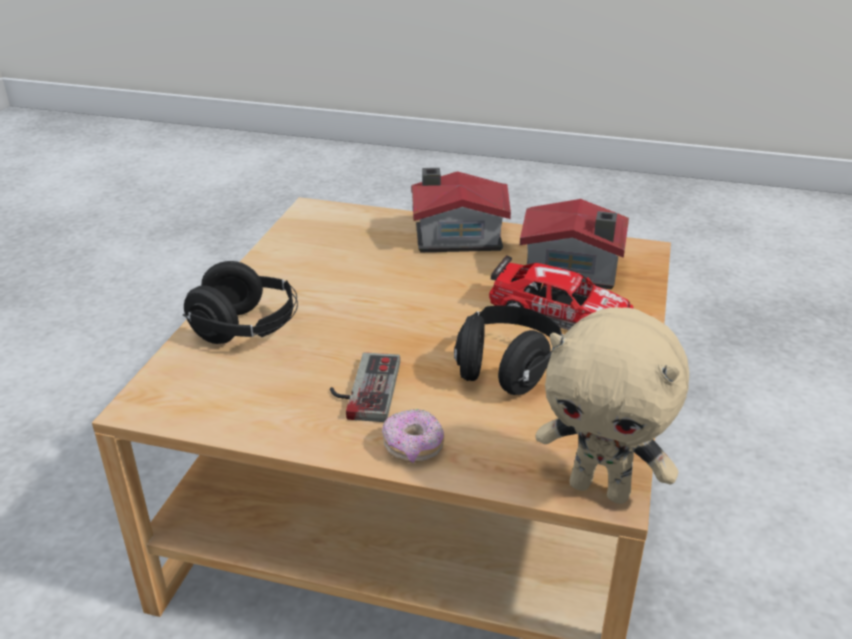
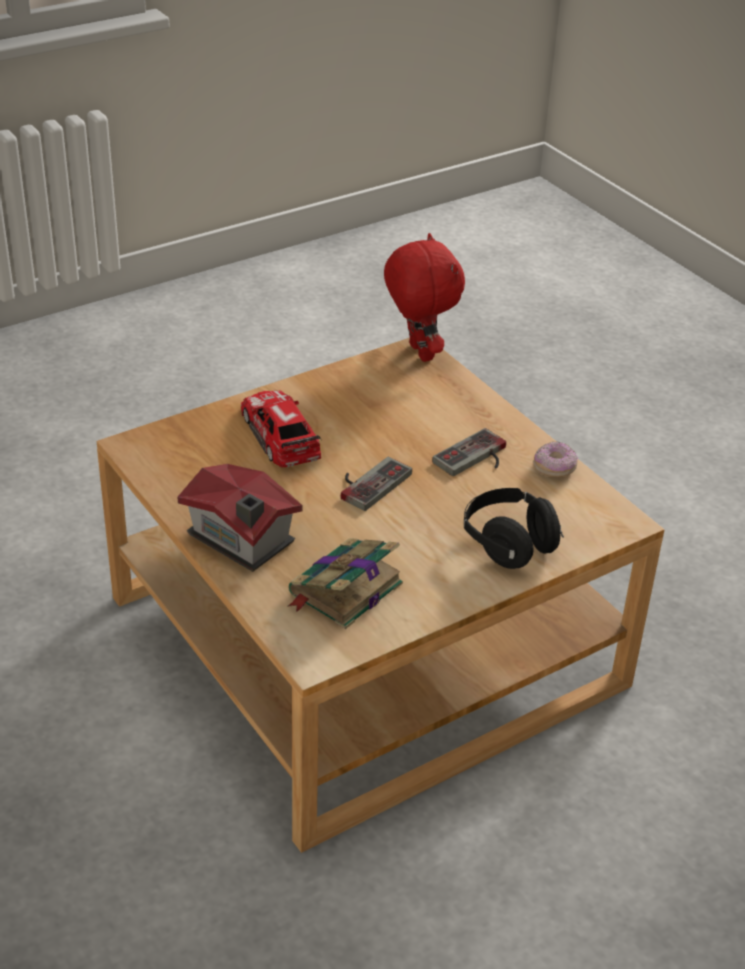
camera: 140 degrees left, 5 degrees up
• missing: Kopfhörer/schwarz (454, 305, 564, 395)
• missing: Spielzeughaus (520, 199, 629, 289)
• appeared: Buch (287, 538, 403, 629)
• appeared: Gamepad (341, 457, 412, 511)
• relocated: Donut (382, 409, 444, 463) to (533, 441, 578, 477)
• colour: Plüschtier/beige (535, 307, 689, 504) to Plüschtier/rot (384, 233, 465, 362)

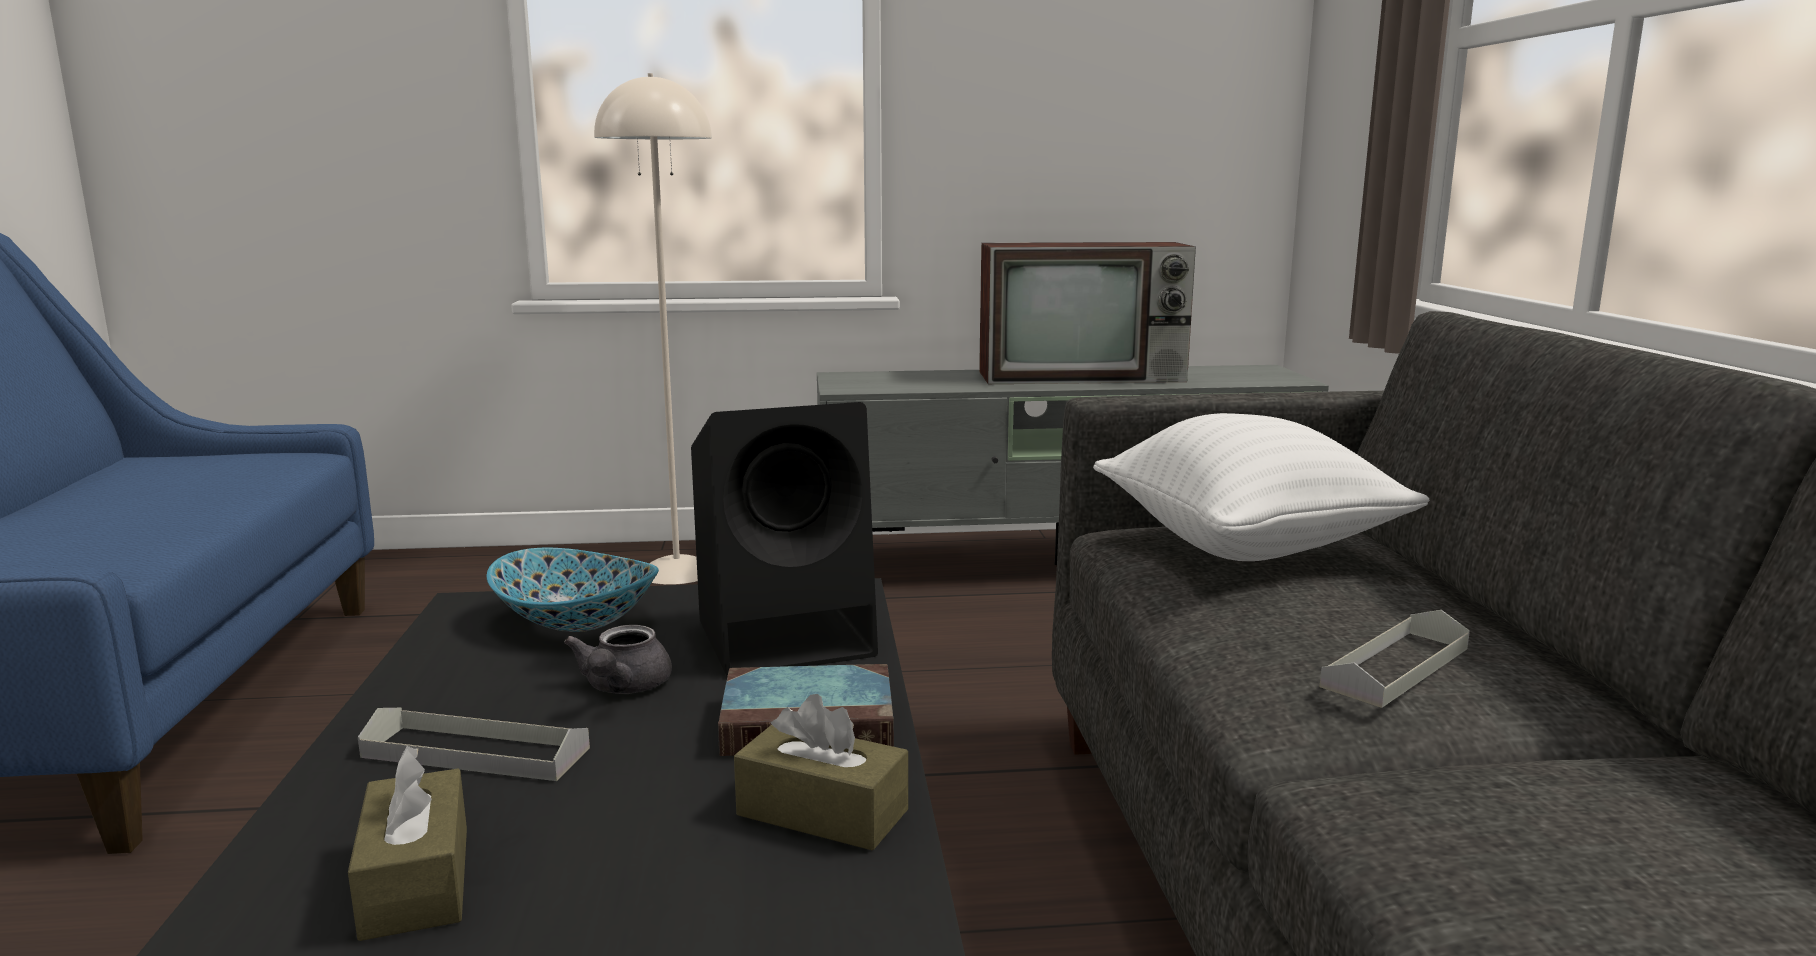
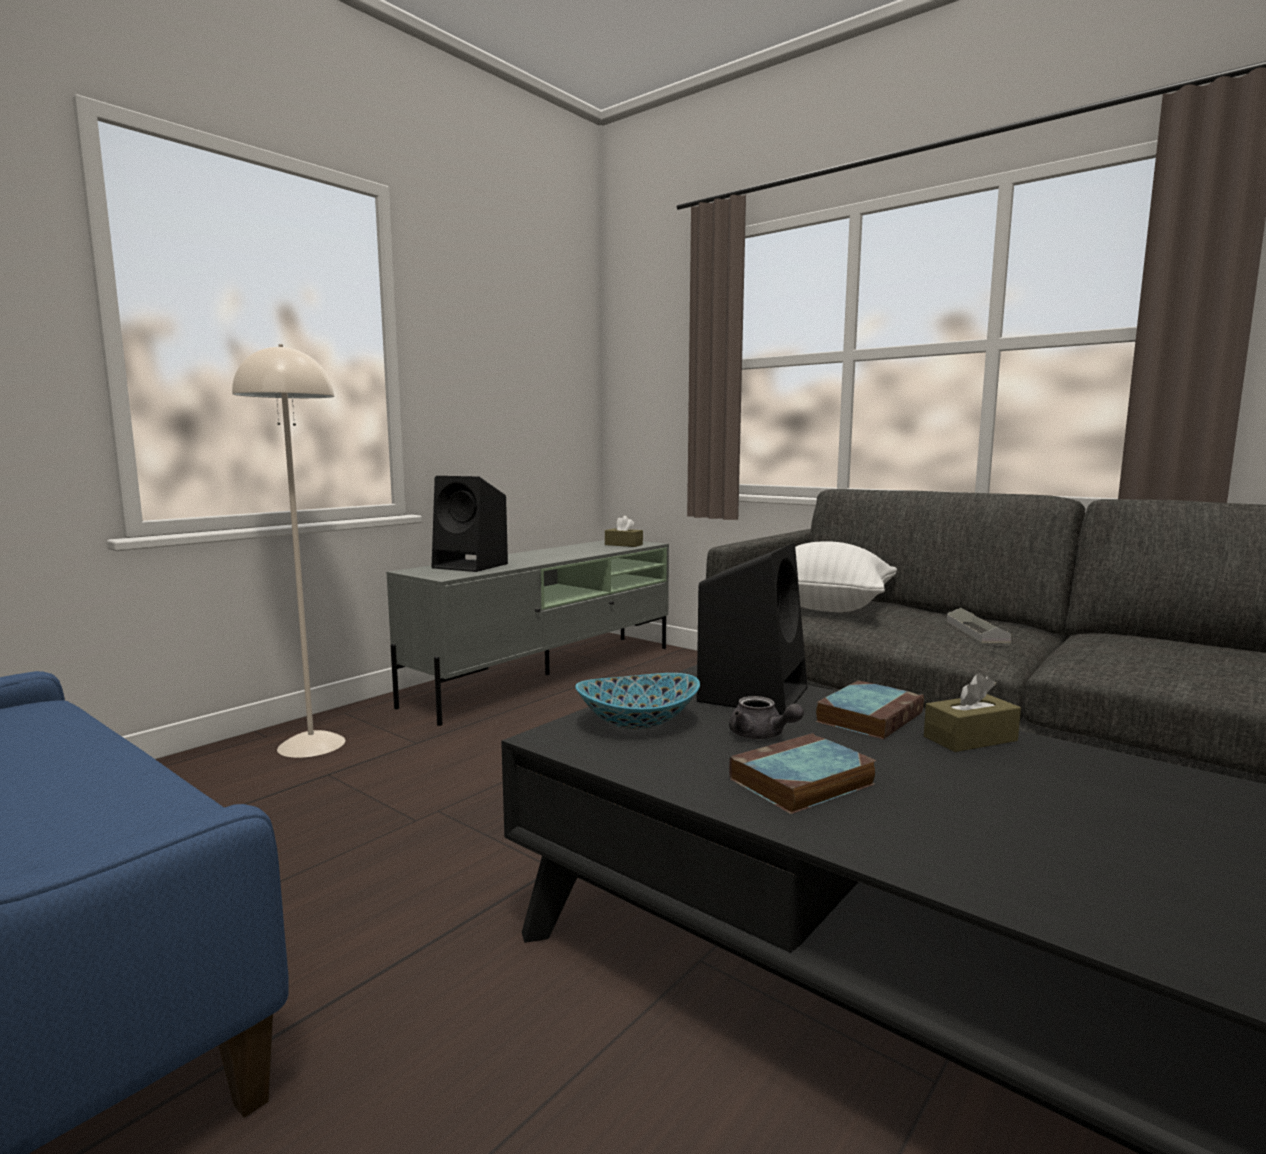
camera: 45 degrees left, 5 degrees down
• missing: Fernseher (979, 242, 1196, 384)
• appeared: Lautsprecher/schwarz (432, 476, 508, 572)
• relocated: Taschentuchbox/braun (348, 746, 467, 941) to (605, 516, 643, 547)
• exchanged: Tablett/grau (358, 708, 590, 781) to Buch (729, 733, 877, 814)

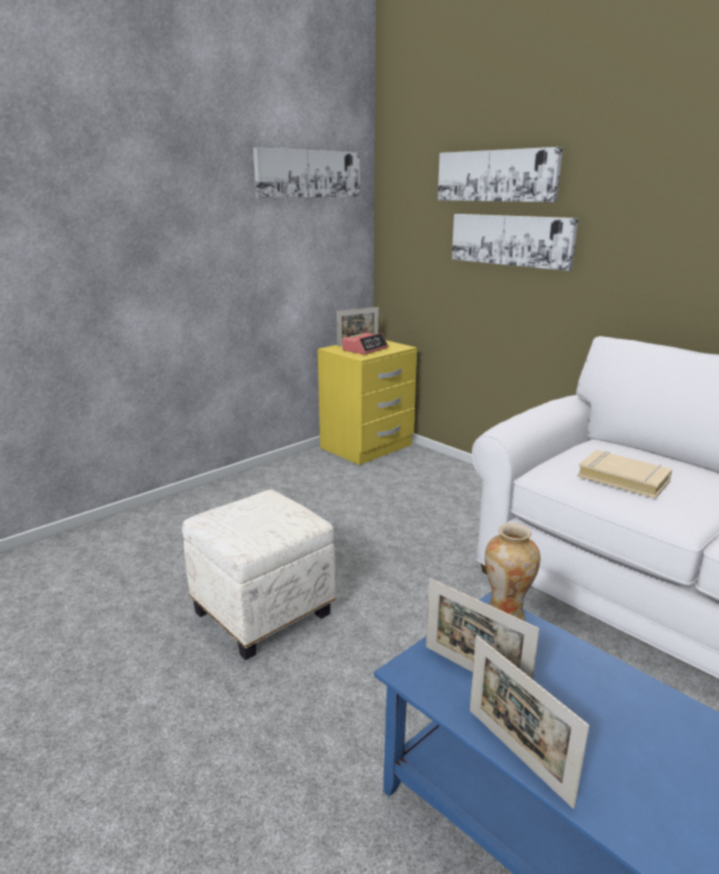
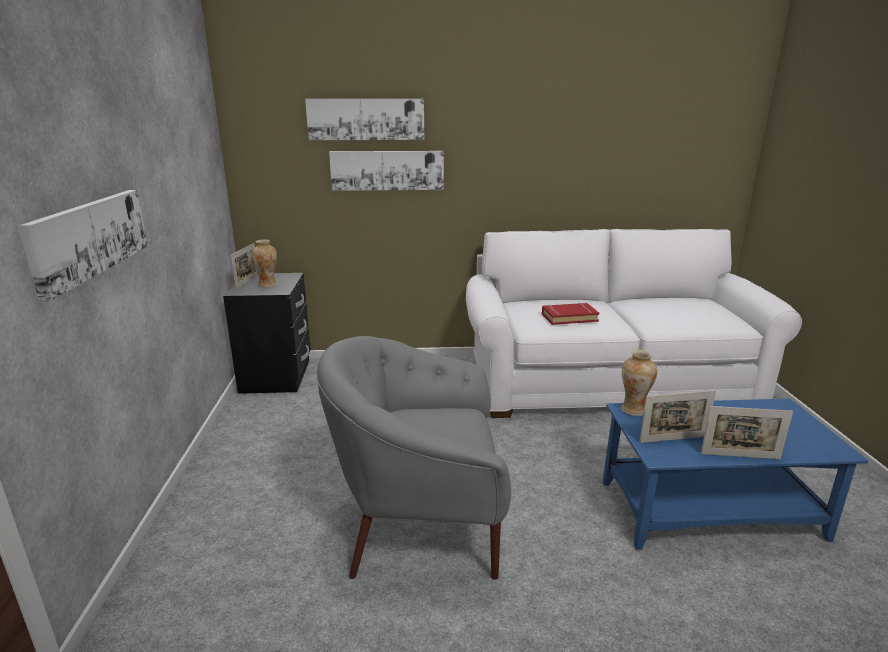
camera: 50 degrees left, 0 degrees up
• relocated: Bild (253, 147, 360, 198) to (18, 190, 148, 302)
• exchanged: Polsterhocker/weiß (182, 490, 335, 660) to Sessel/grau (317, 336, 511, 580)
• exchanged: Wecker (342, 333, 388, 355) to Vase (252, 240, 277, 288)
• colour: Nachttisch/gelb (318, 340, 417, 465) to Nachttisch/schwarz (223, 273, 311, 394)
• colour: Buch/beige (577, 450, 672, 499) to Buch/rot (542, 303, 600, 325)

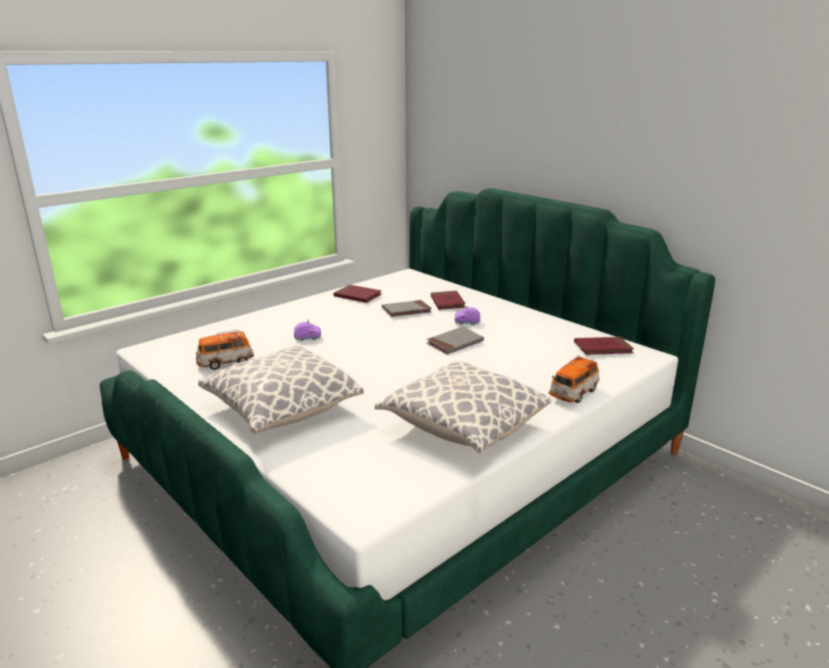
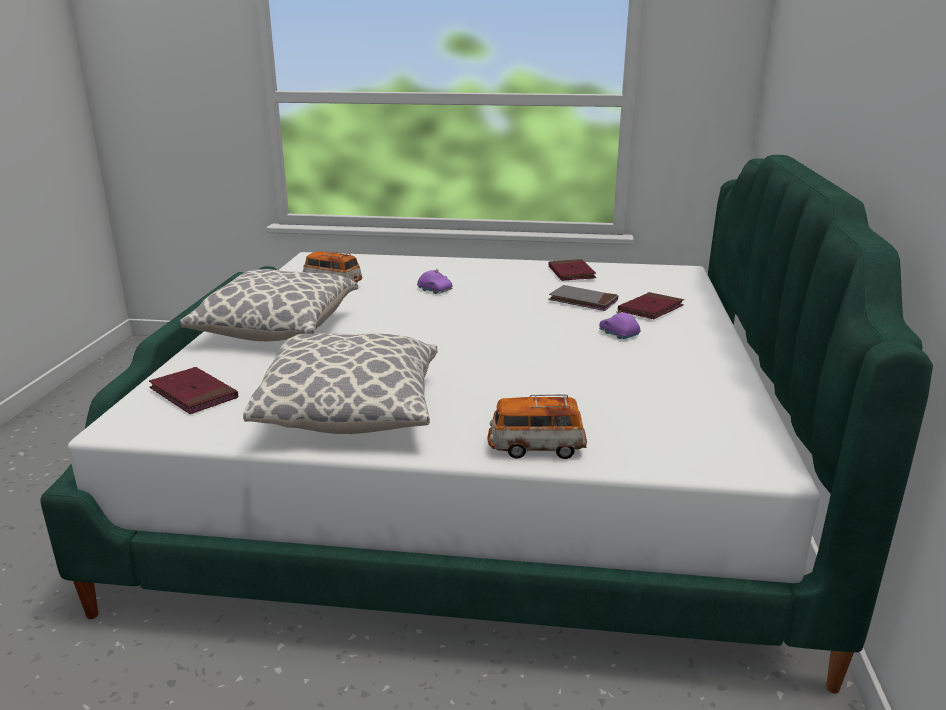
camera: 50 degrees right, 0 degrees up
• missing: Buch/grau (427, 327, 484, 355)
• relocated: Buch/rot (574, 336, 634, 355) to (149, 367, 238, 414)

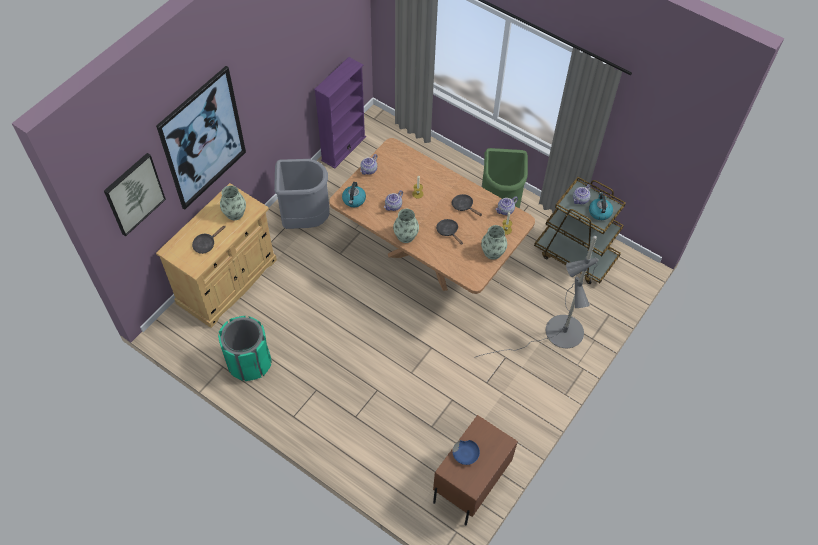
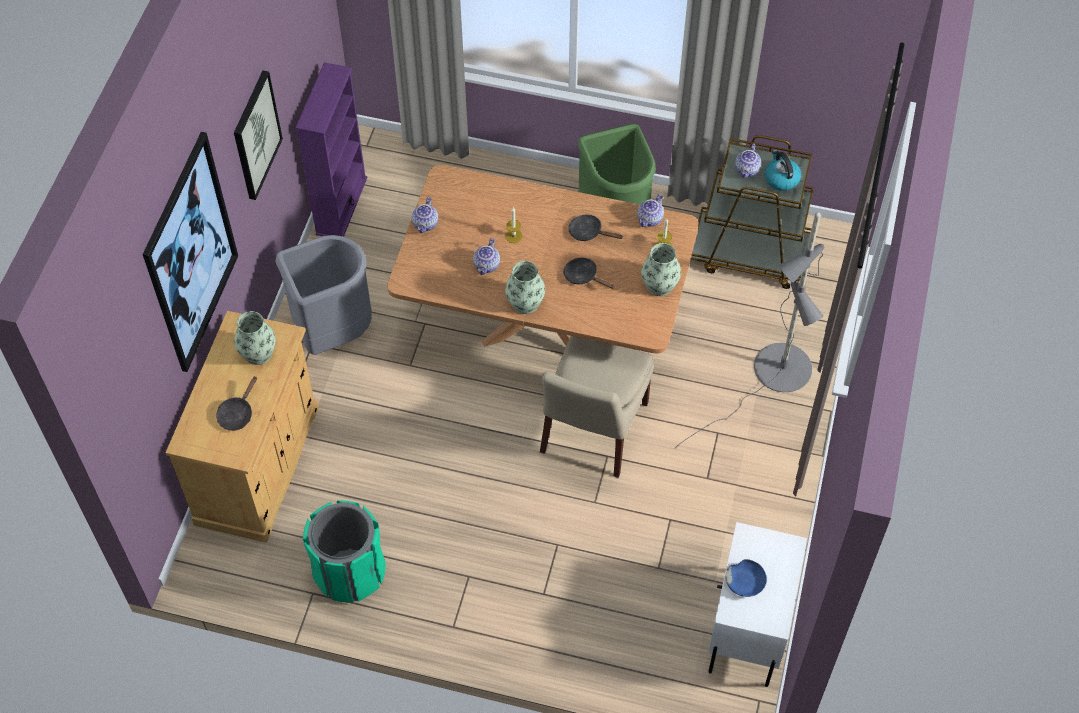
camera: 20 degrees left, 0 degrees up
• missing: Wasserkessel (342, 182, 366, 207)
• appeared: Stuhl/beige (540, 336, 654, 478)
• relocated: Bild (104, 153, 166, 236) to (234, 71, 283, 200)
• colour: Nachttisch/braun (433, 415, 518, 526) to Nachttisch/weiß (708, 522, 807, 687)

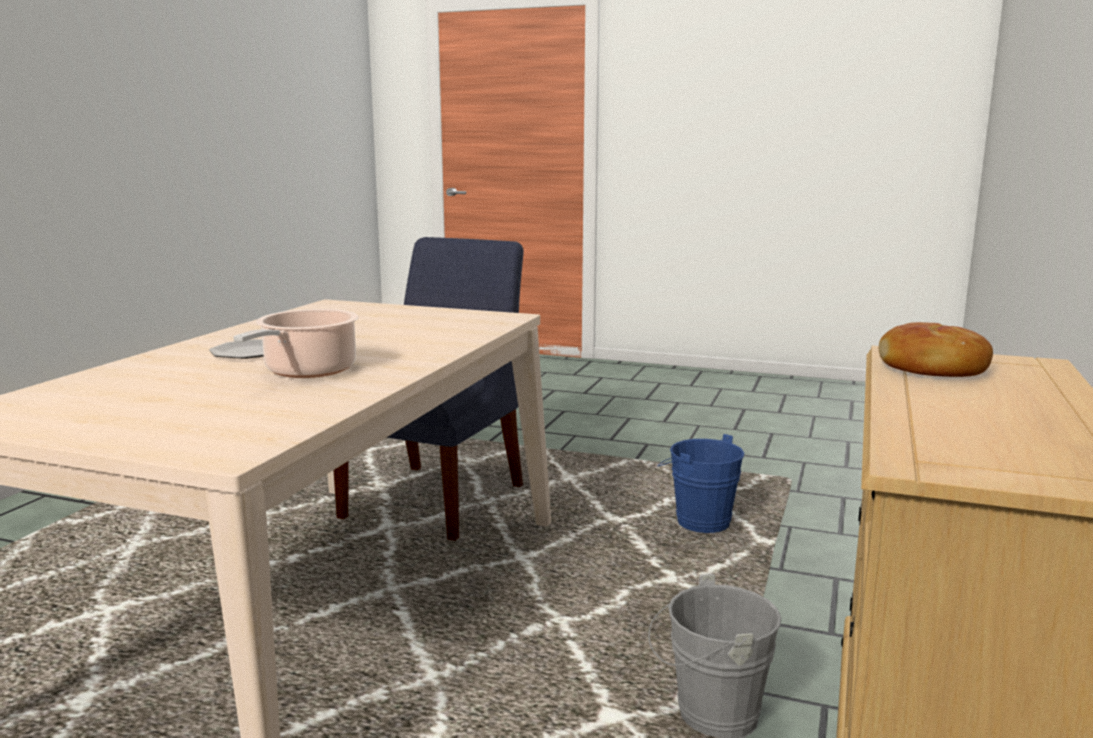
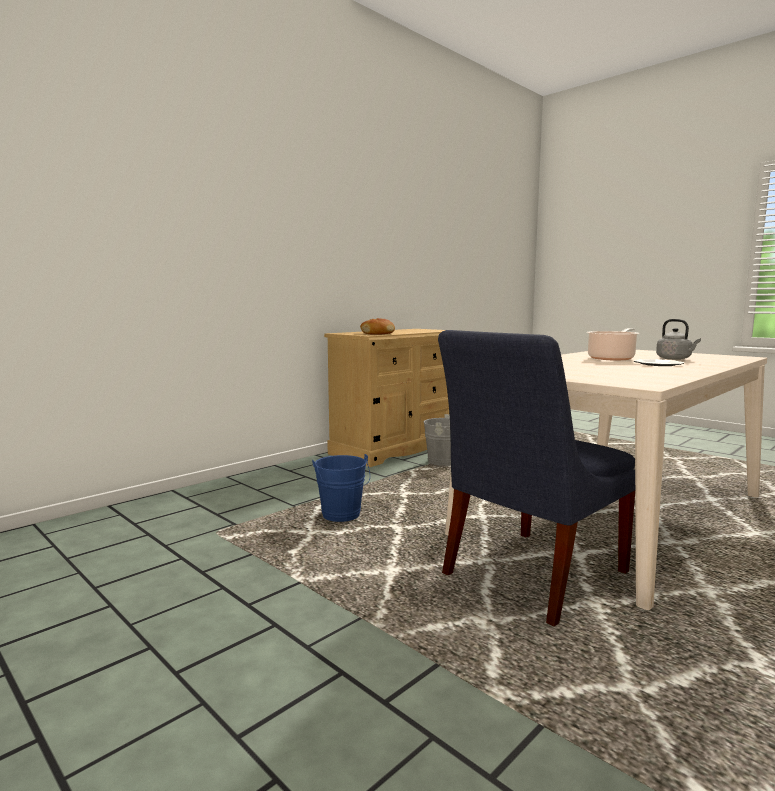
camera: 155 degrees left, 5 degrees down
• appeared: Wasserkessel/grau (656, 319, 701, 360)

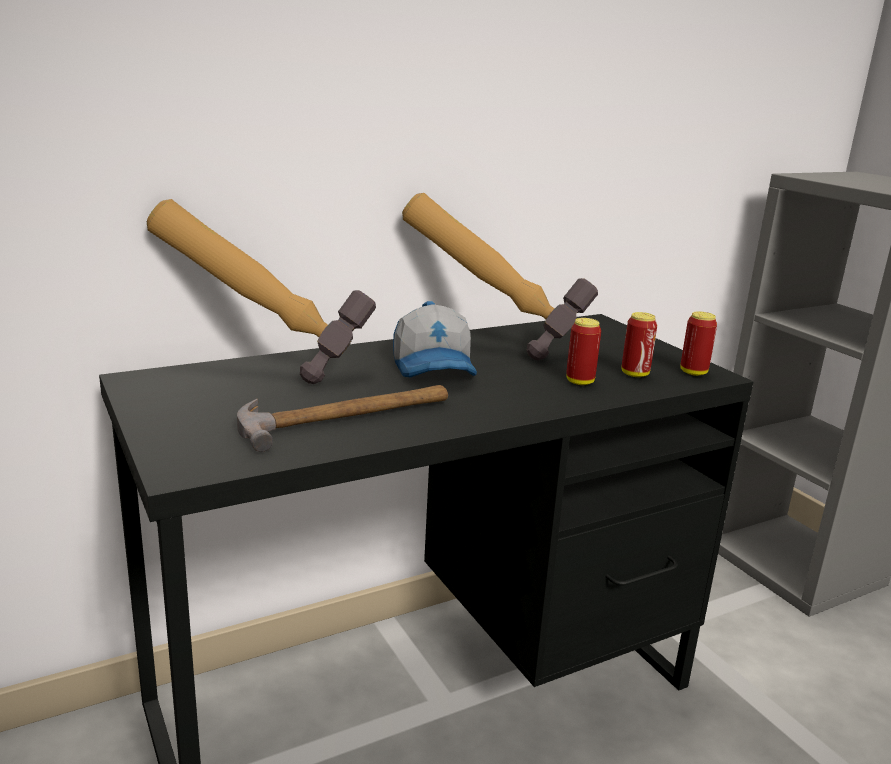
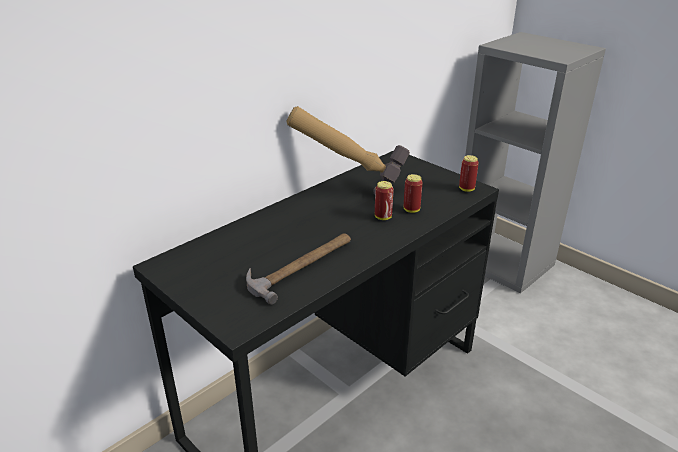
camera: 15 degrees left, 10 degrees up
• missing: Hammer (147, 199, 376, 384)
• missing: Kappe (393, 301, 477, 378)
• relocated: Dose (622, 312, 657, 377) to (375, 181, 394, 220)

